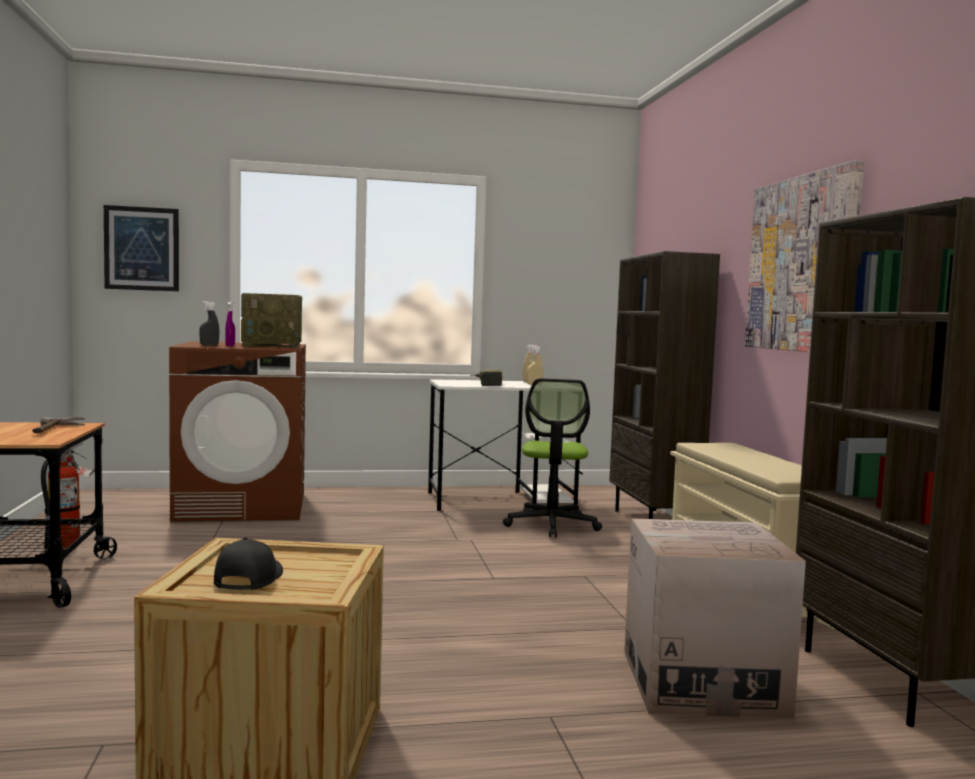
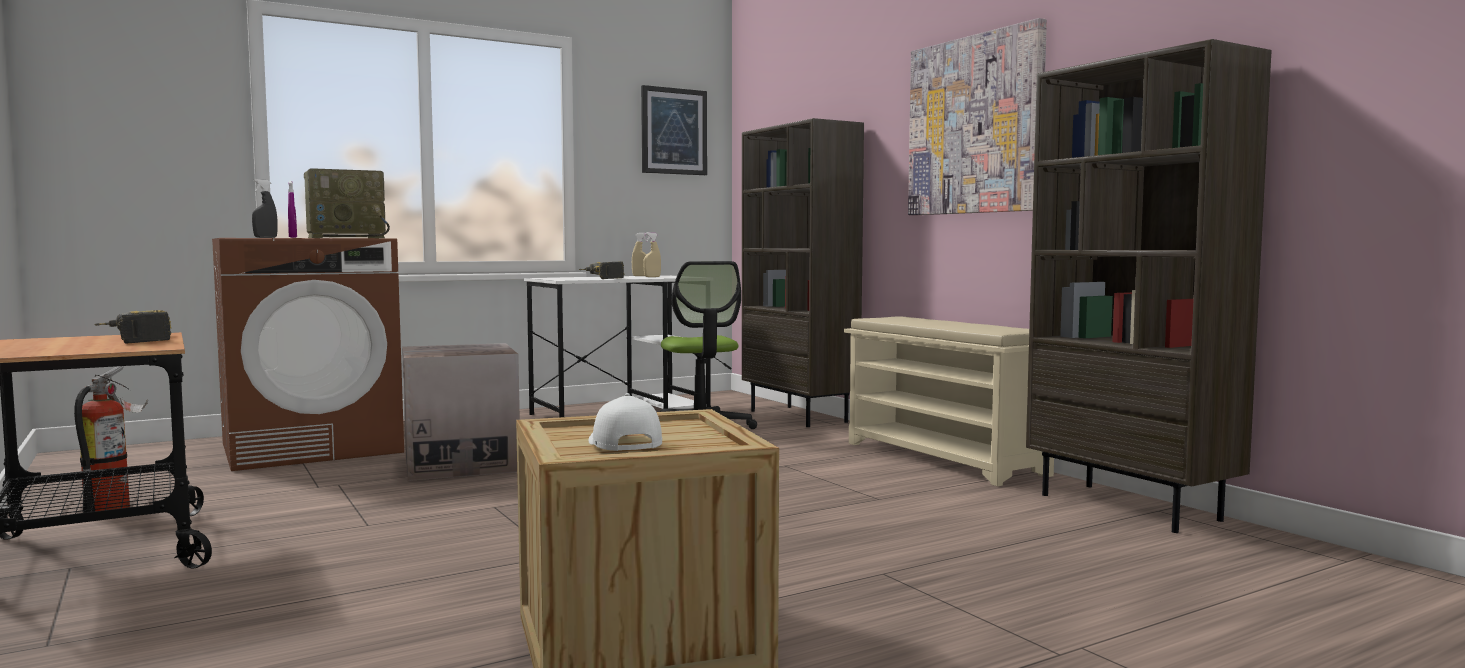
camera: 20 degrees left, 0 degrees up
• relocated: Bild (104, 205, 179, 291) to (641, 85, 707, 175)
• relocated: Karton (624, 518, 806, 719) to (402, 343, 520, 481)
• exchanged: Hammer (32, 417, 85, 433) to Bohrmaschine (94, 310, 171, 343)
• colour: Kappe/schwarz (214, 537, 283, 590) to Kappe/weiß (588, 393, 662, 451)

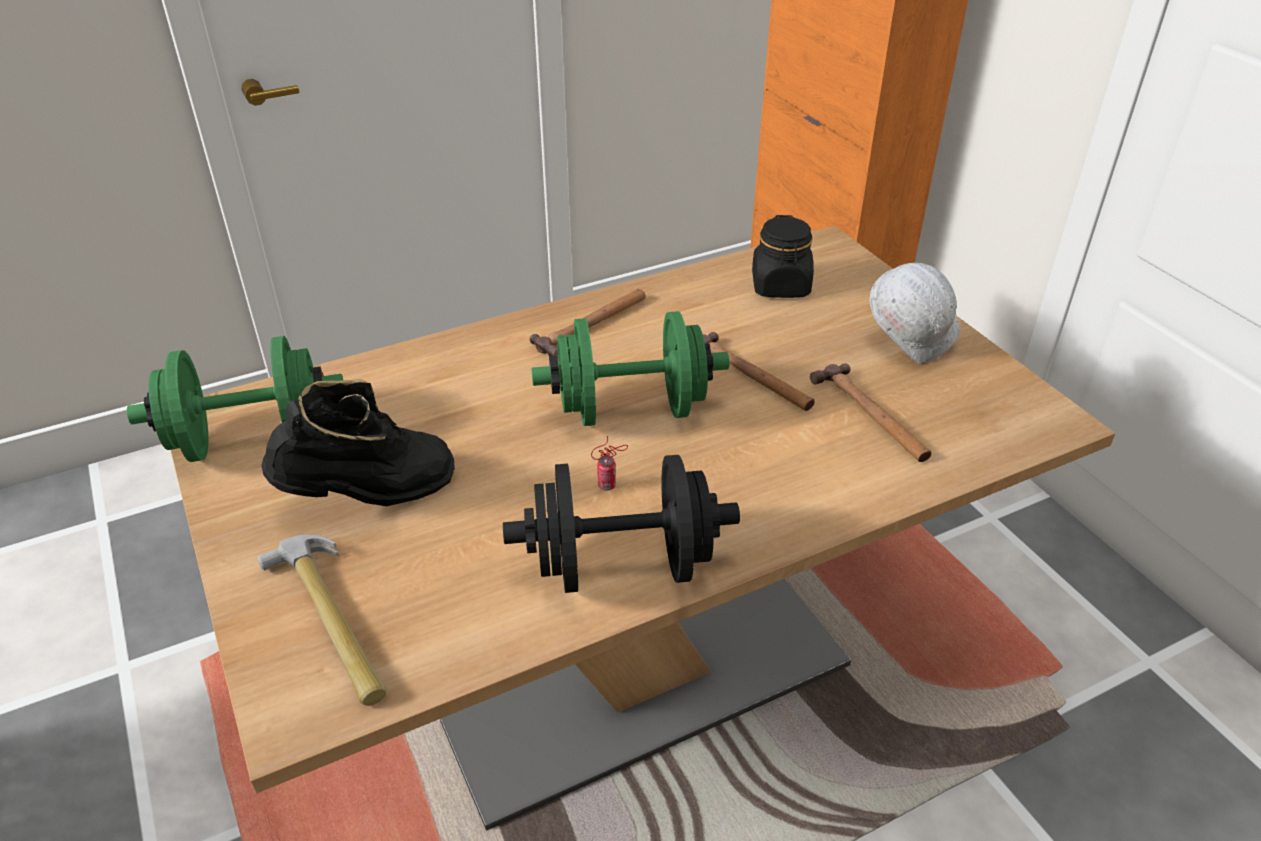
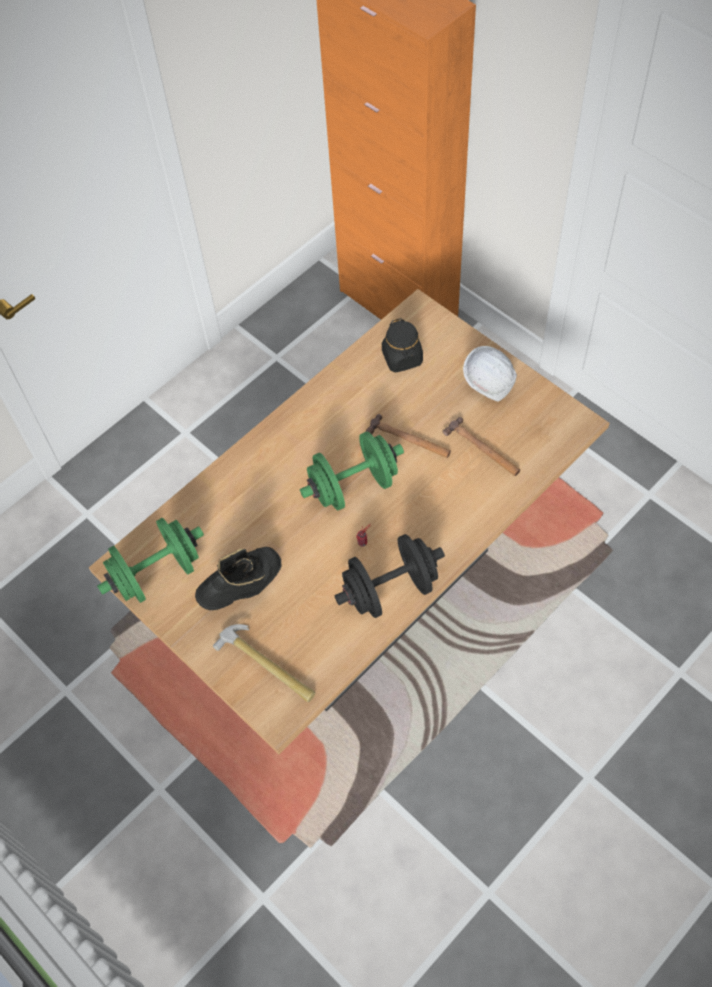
camera: 15 degrees left, 20 degrees up
• missing: Hammer (530, 289, 646, 360)

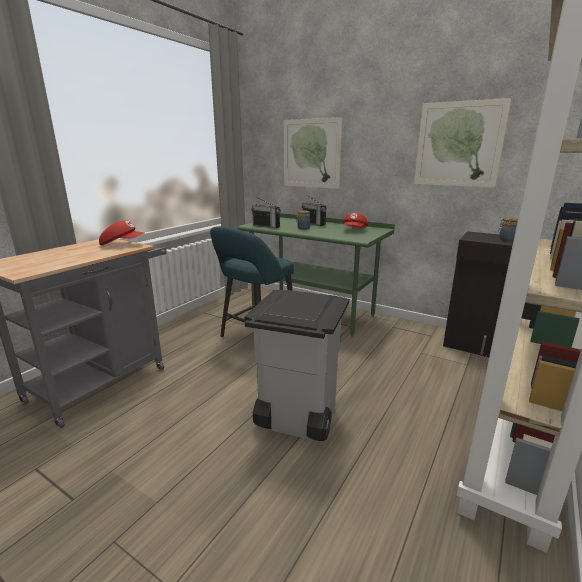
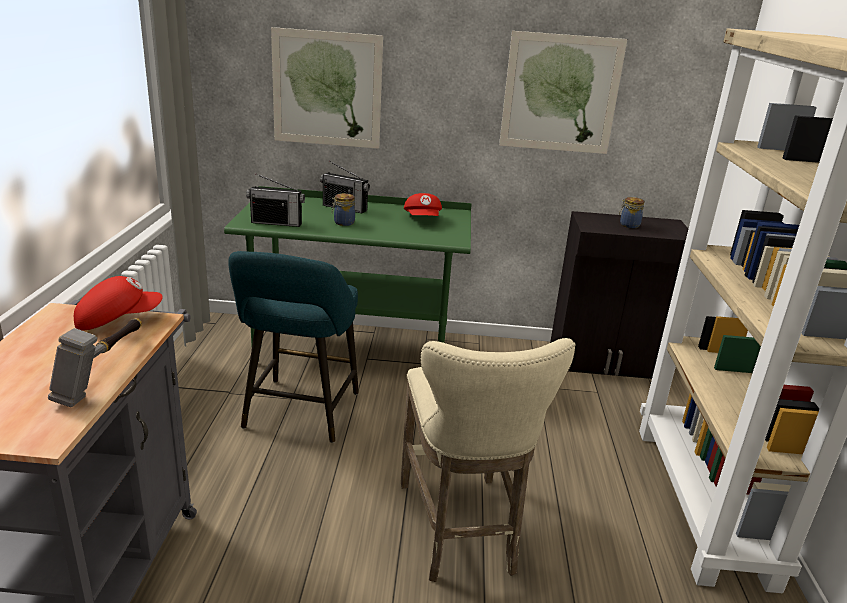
camera: 30 degrees left, 5 degrees up
• appeared: Hammer (48, 318, 142, 407)
• exchanged: Mülleimer/grau (244, 290, 349, 441) to Hocker/beige (401, 338, 576, 582)

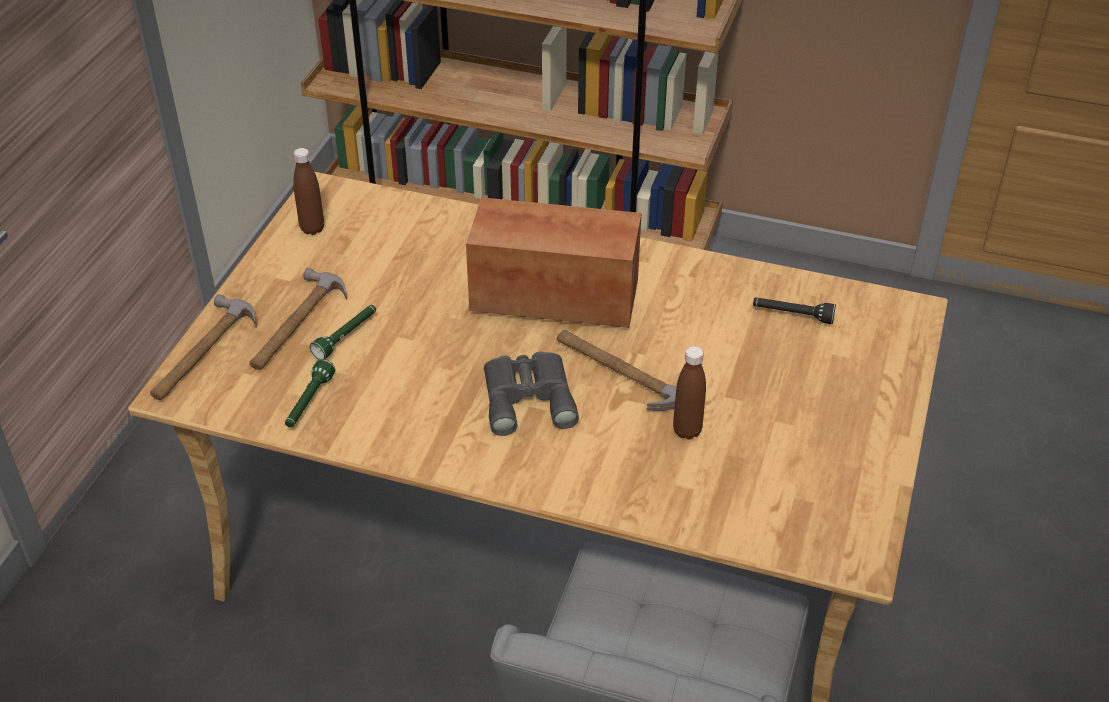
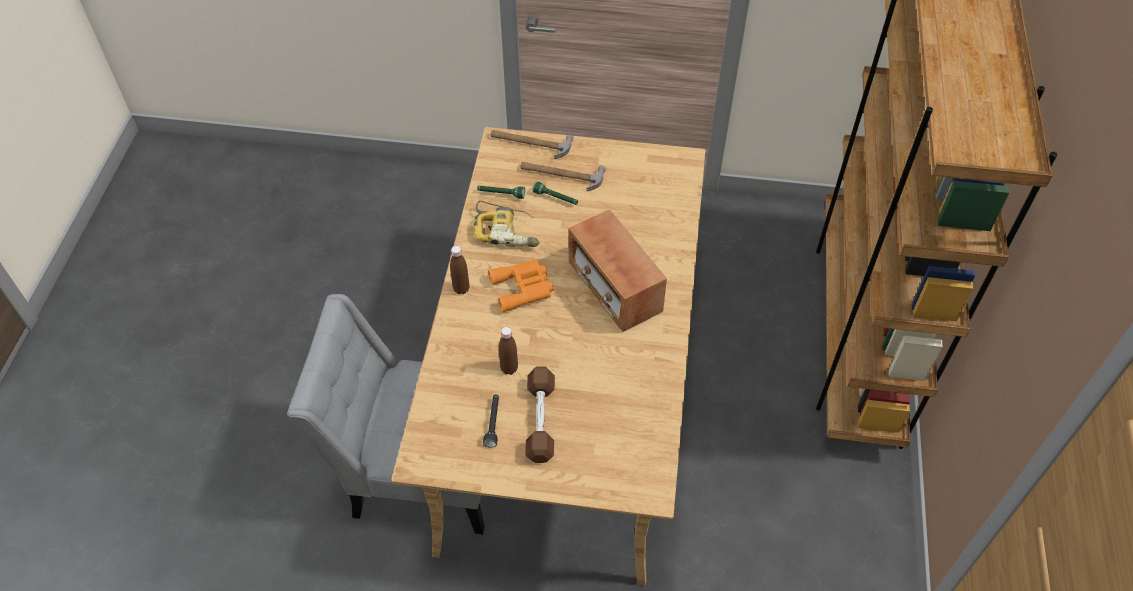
camera: 80 degrees right, 10 degrees up
• missing: Hammer (557, 330, 677, 411)
• appeared: Bohrmaschine (474, 201, 540, 247)
• appeared: Hantel/braun (525, 366, 555, 463)
• relocated: Flasche/braun (293, 148, 324, 235) to (450, 246, 470, 294)
• relocated: Taschenlampe/schwarz (753, 297, 836, 324) to (483, 395, 499, 447)
• colour: Fernglas/grau (484, 351, 579, 436) to Fernglas/orange (488, 260, 554, 312)
• spun: Radio (466, 197, 642, 328) = (568, 209, 667, 332) 150 degrees clockwise

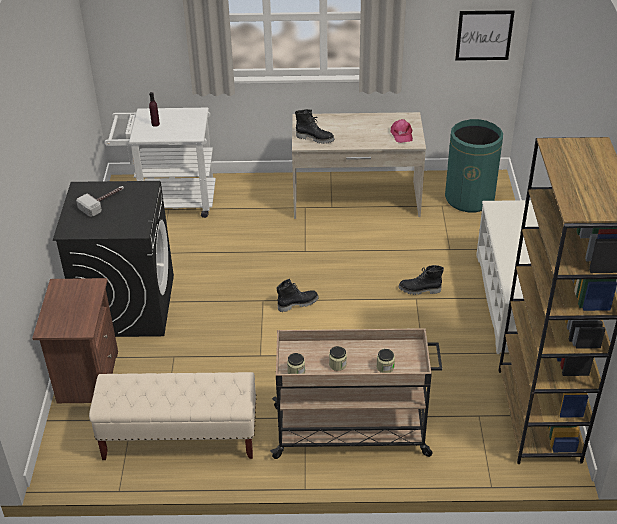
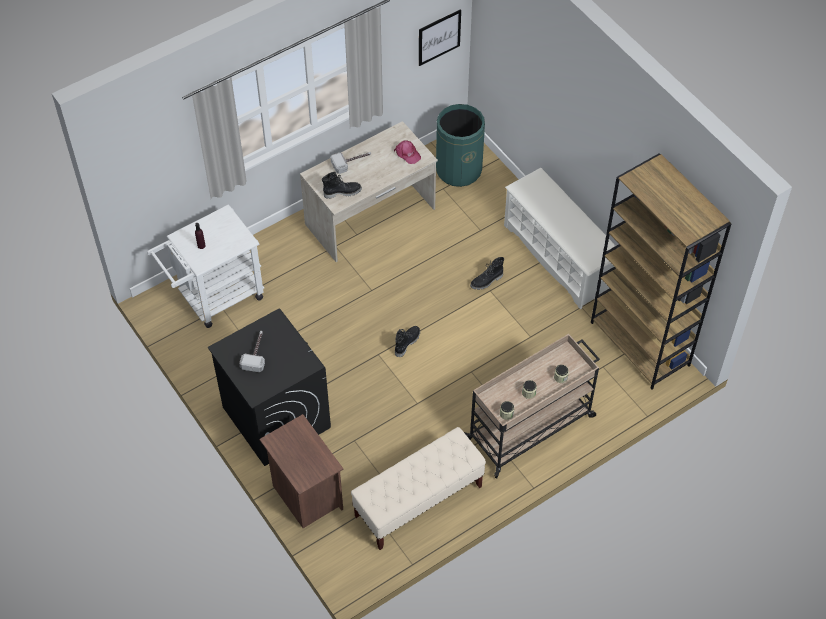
camera: 35 degrees left, 15 degrees up
• appeared: Hammer (331, 152, 371, 174)

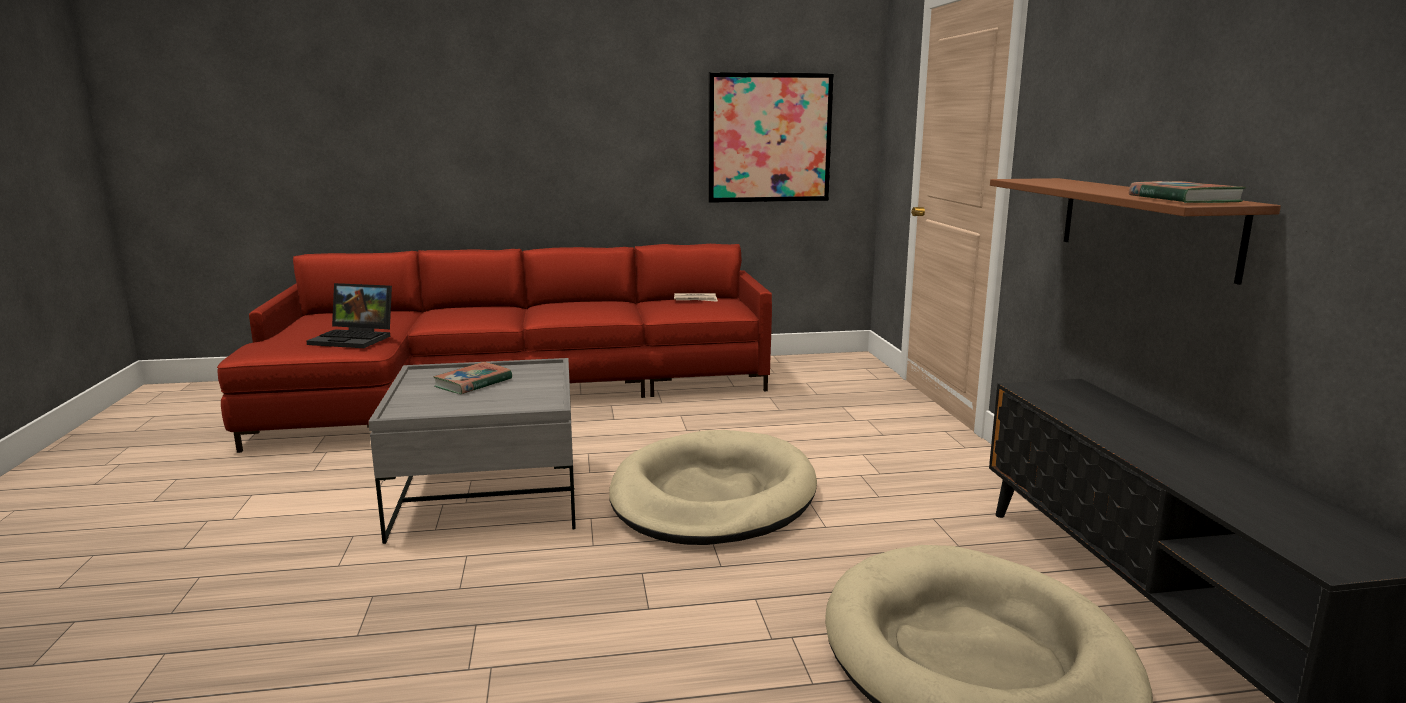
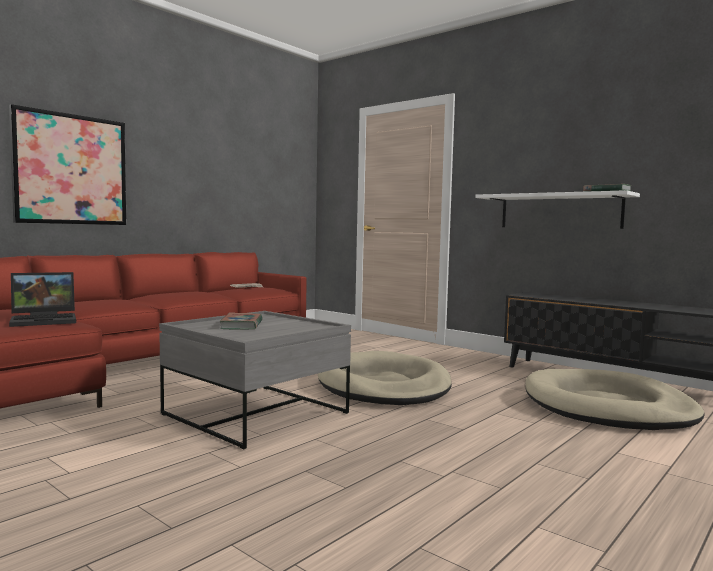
camera: 40 degrees left, 10 degrees down
• relocated: Bild (708, 72, 834, 203) to (9, 104, 126, 225)
• colour: Wandregal/braun (990, 178, 1281, 285) to Wandregal/weiß (475, 190, 640, 229)

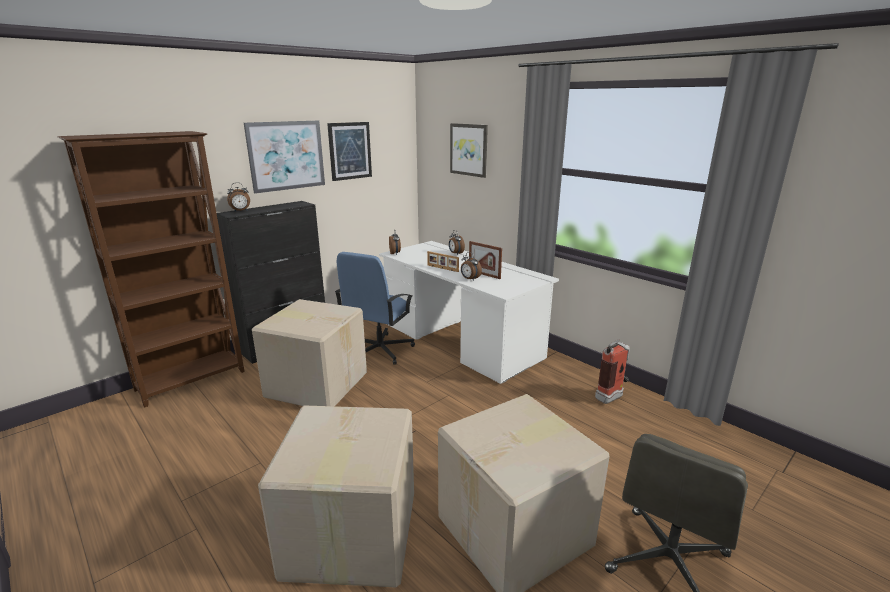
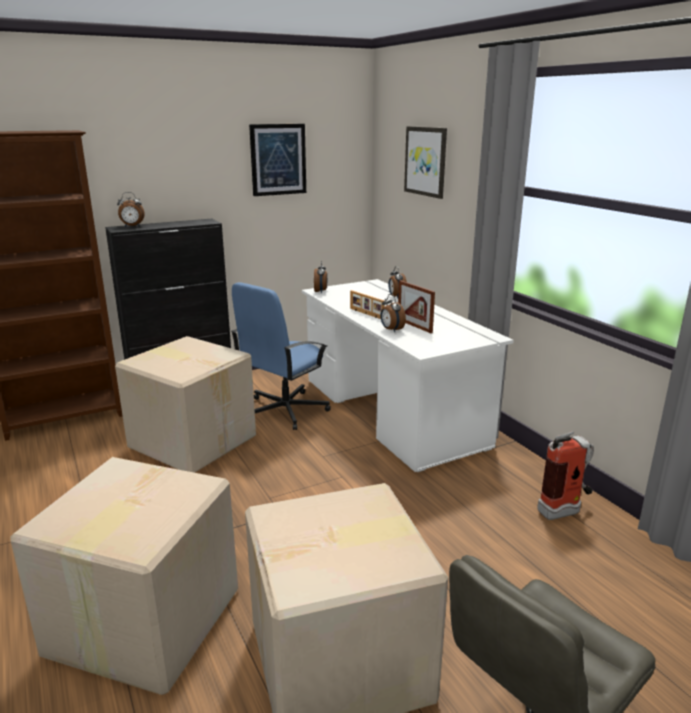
camera: 15 degrees right, 0 degrees up
• missing: Bild (244, 121, 325, 194)

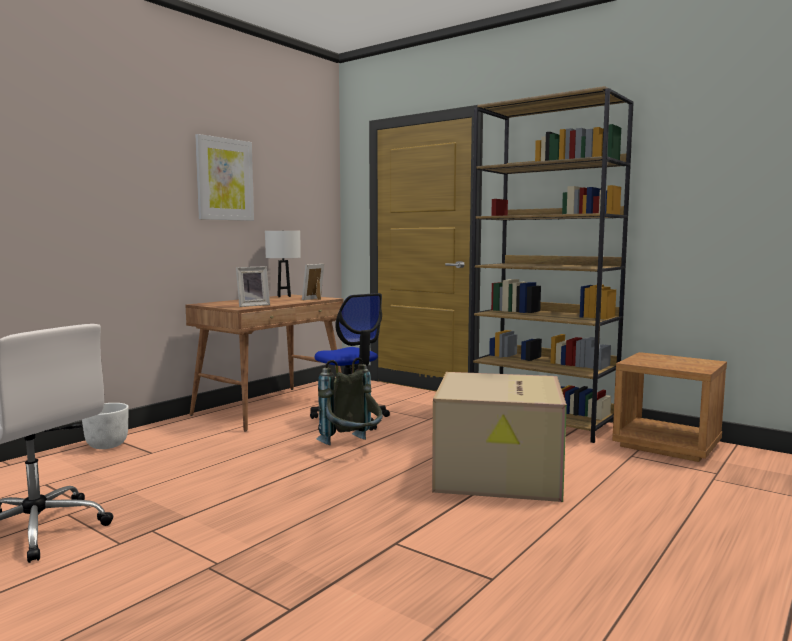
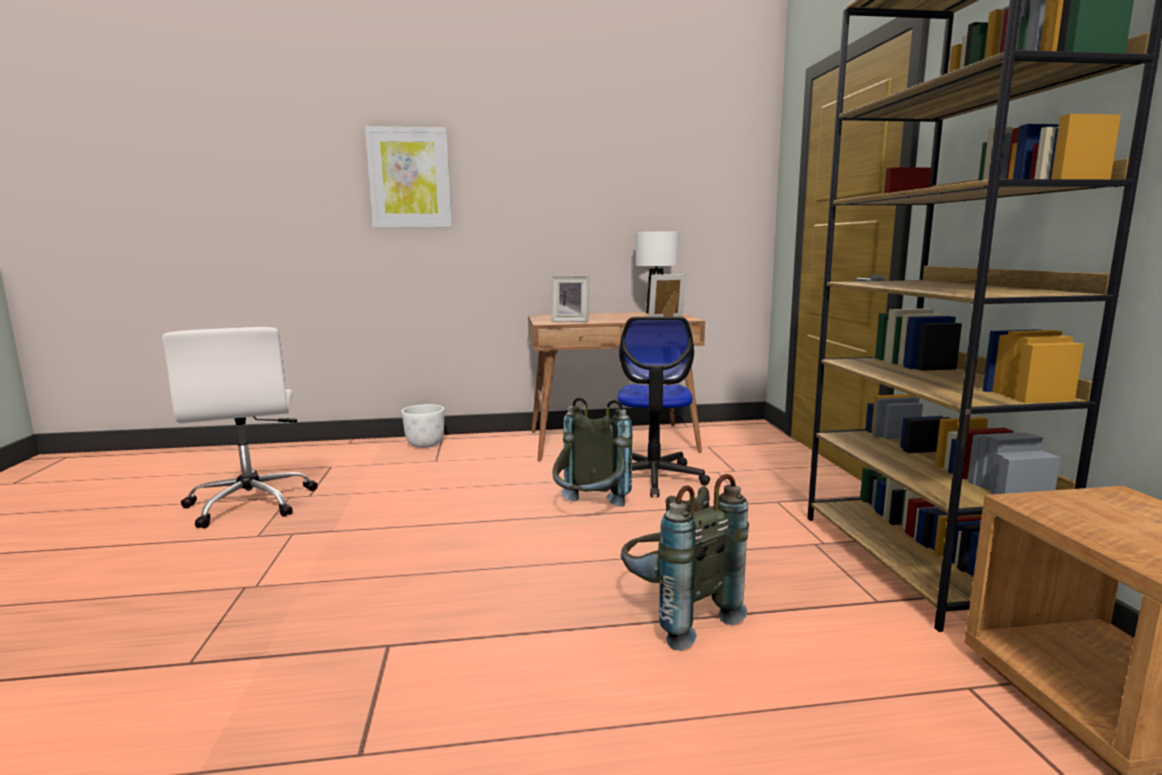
camera: 45 degrees right, 5 degrees up
• relocated: Bild (195, 134, 254, 221) to (365, 126, 452, 228)
• exchanged: Karton (432, 372, 567, 502) to Rucksack/grau (621, 474, 749, 651)

